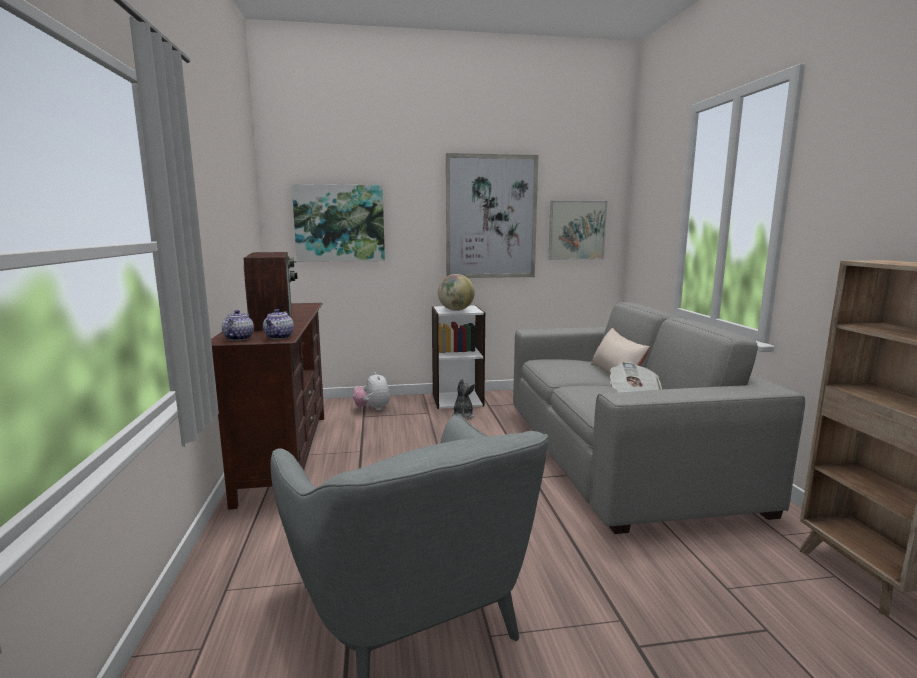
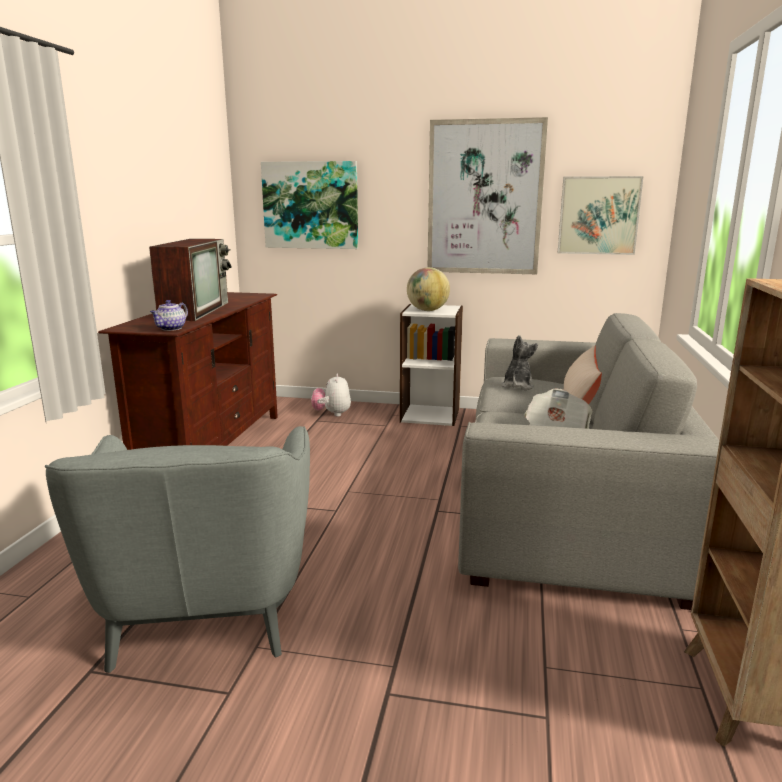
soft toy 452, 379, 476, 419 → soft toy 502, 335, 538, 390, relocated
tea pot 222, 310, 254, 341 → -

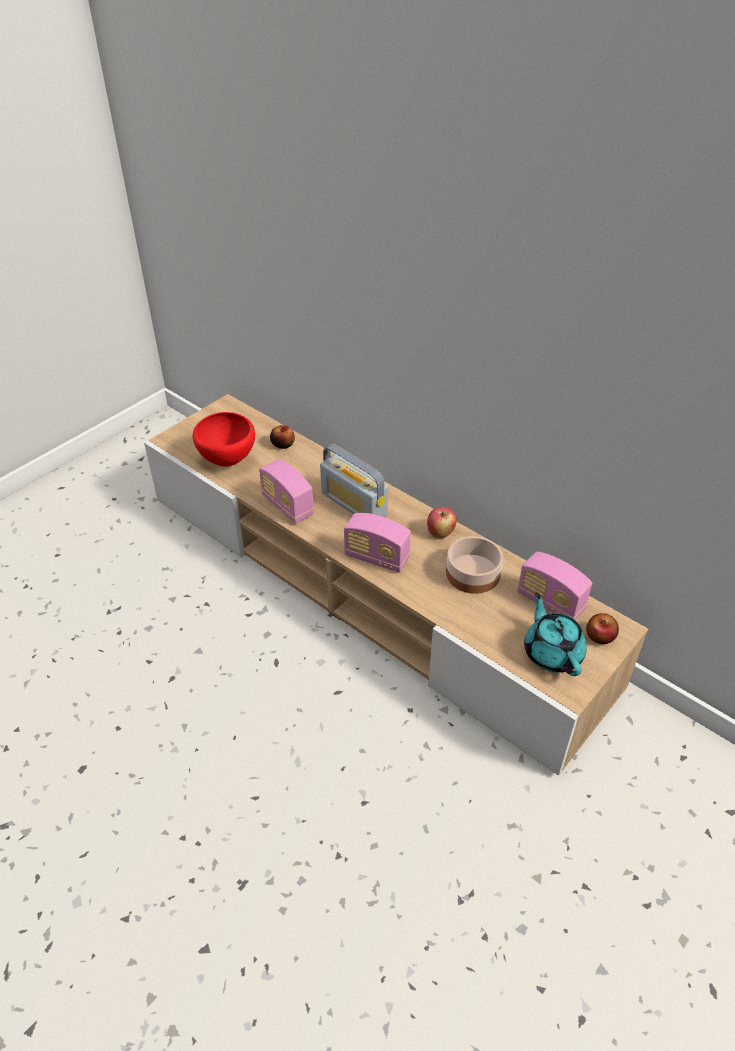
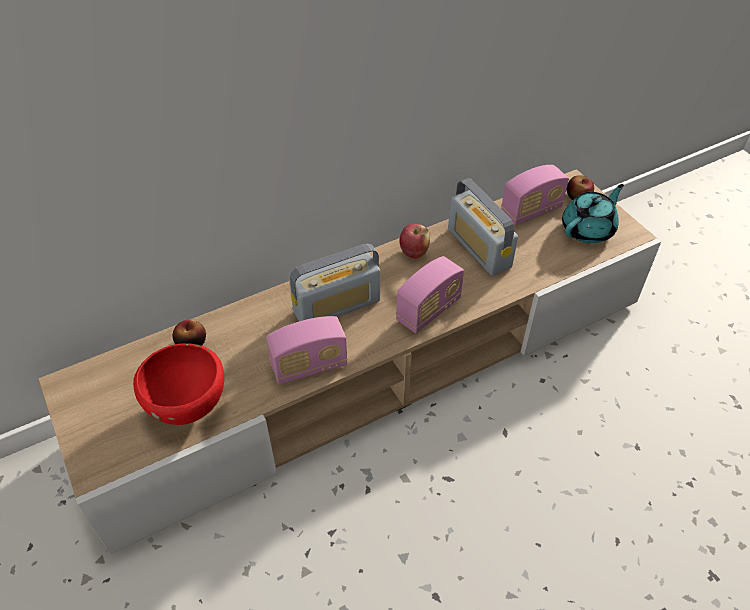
deep dish 446, 536, 503, 594 → radio receiver 448, 178, 518, 276
tea pot (turquoise-coloured) 524, 592, 587, 676 → tea pot (turquoise-coloured) 562, 184, 624, 243, 135 degrees clockwise

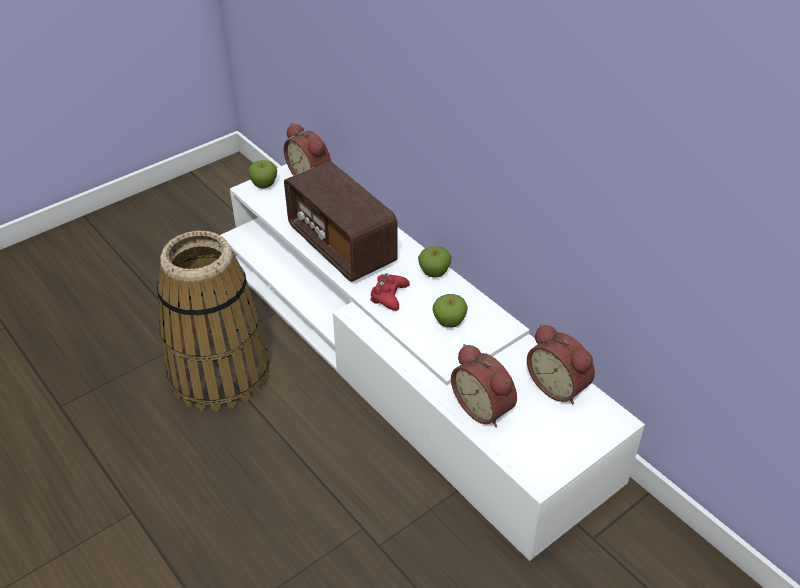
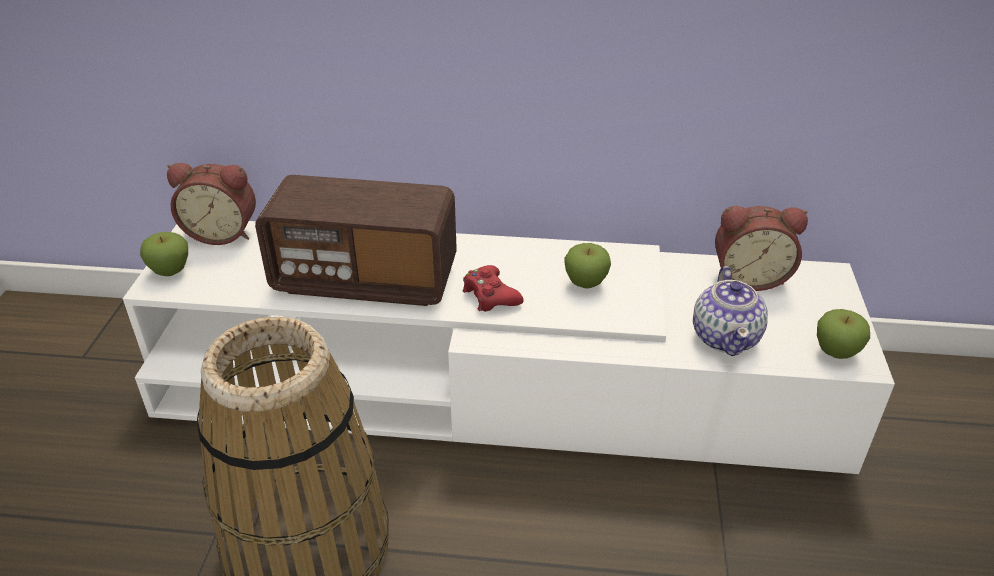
alarm clock 451, 344, 517, 427 → tea pot 693, 266, 768, 356
whole apple 418, 246, 451, 278 → whole apple 817, 309, 870, 359, relocated

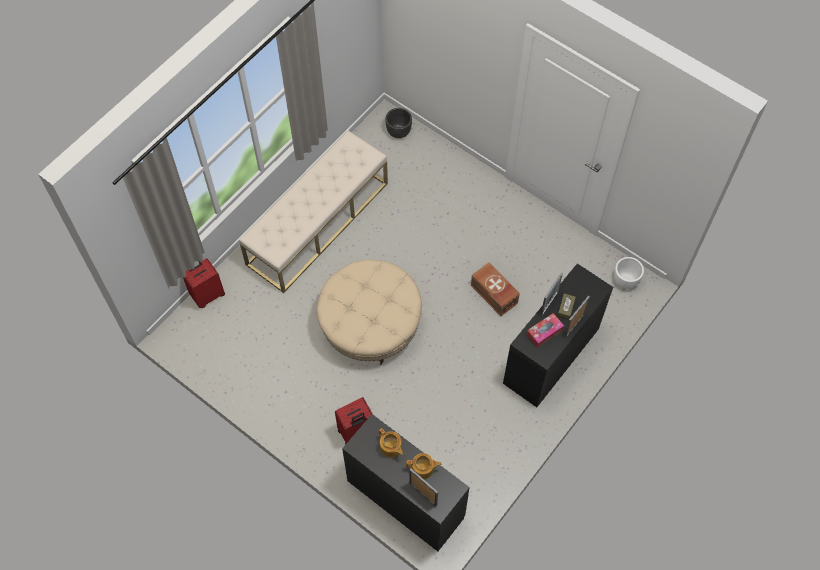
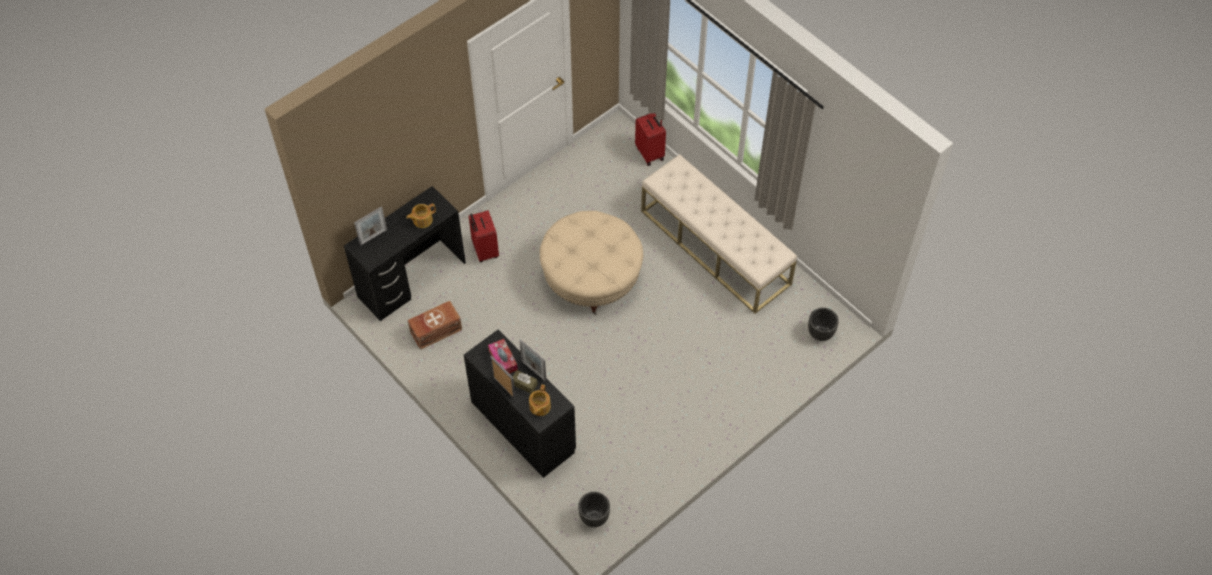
storage bin (brownish) 471, 262, 520, 316 → storage bin (brownish) 408, 301, 462, 350, relocated
tea pot 406, 453, 441, 479 → tea pot 529, 385, 551, 416, relocated
flower pot (white-coloured) 614, 257, 644, 289 → flower pot (black) 578, 492, 610, 527

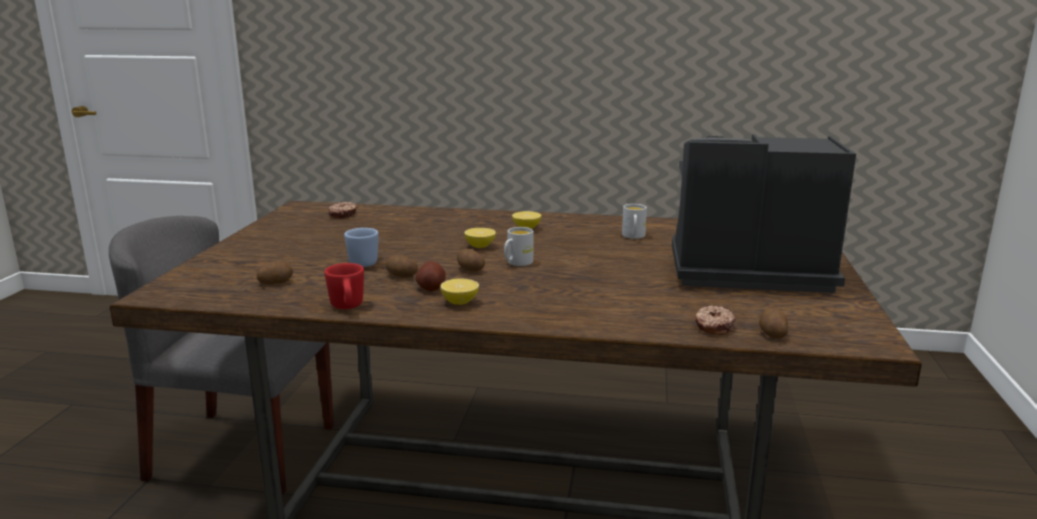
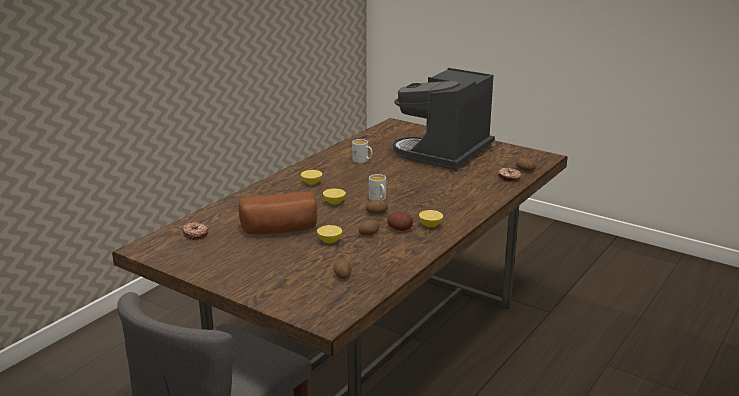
- → bakery bread 239, 192, 317, 234
coffee mug (blue) 344, 228, 379, 267 → citrus fruit 317, 225, 342, 243
coffee mug (reddish) 324, 263, 364, 309 → -

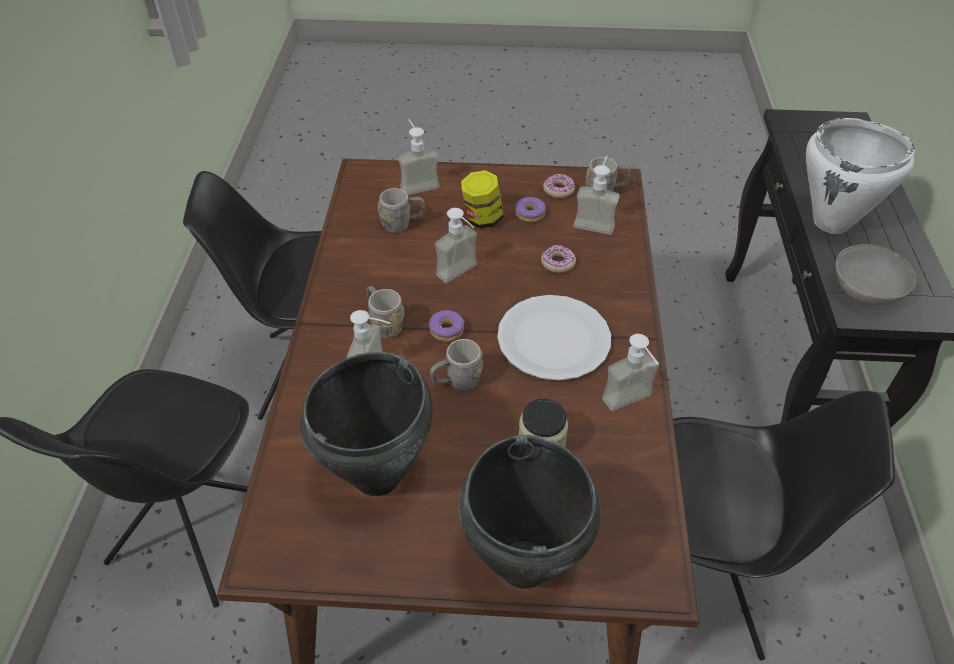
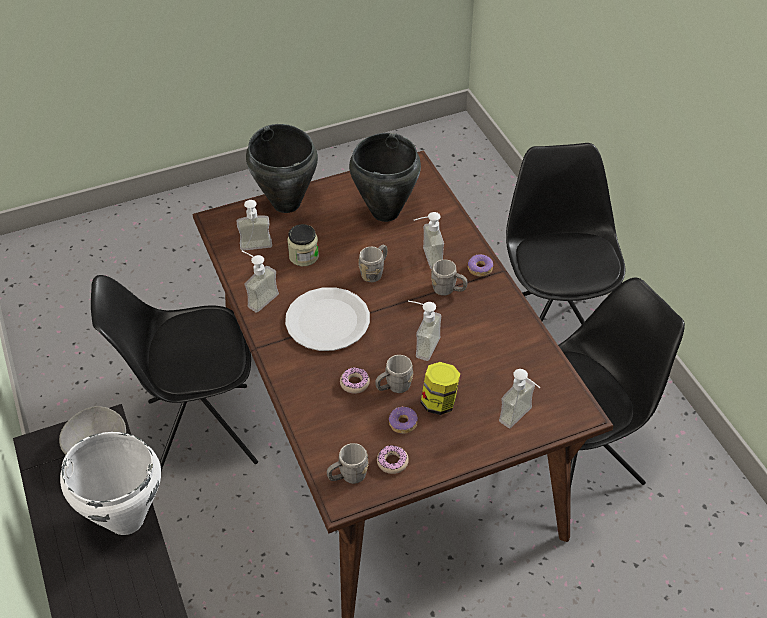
soap bottle 573, 156, 619, 235 → soap bottle 237, 200, 272, 251, relocated
coffee mug (gray) 378, 188, 425, 233 → coffee mug (gray) 375, 355, 413, 393, relocated
doughnut 429, 310, 465, 342 → doughnut 468, 254, 493, 277, relocated

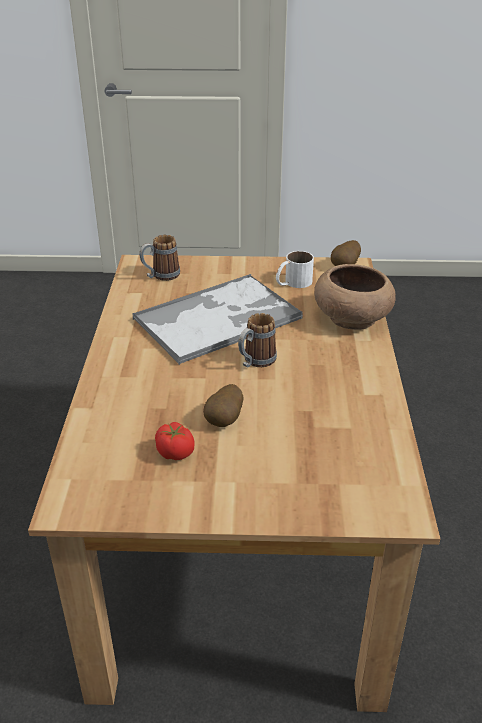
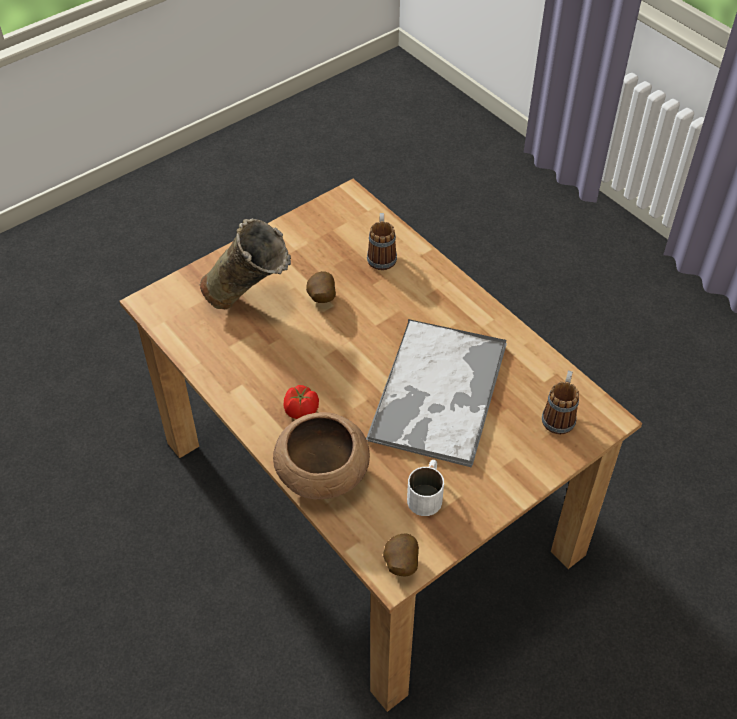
- → decorative vase (beige) 200, 218, 291, 309
whole tomato 155, 422, 195, 460 → whole tomato 284, 385, 319, 419, relocated
coffee mug 238, 313, 277, 367 → coffee mug 367, 213, 397, 270, relocated

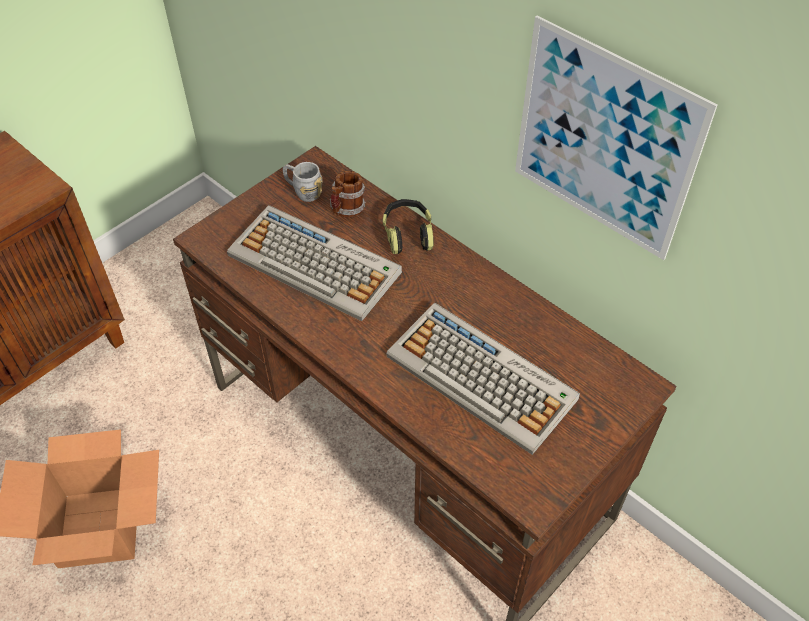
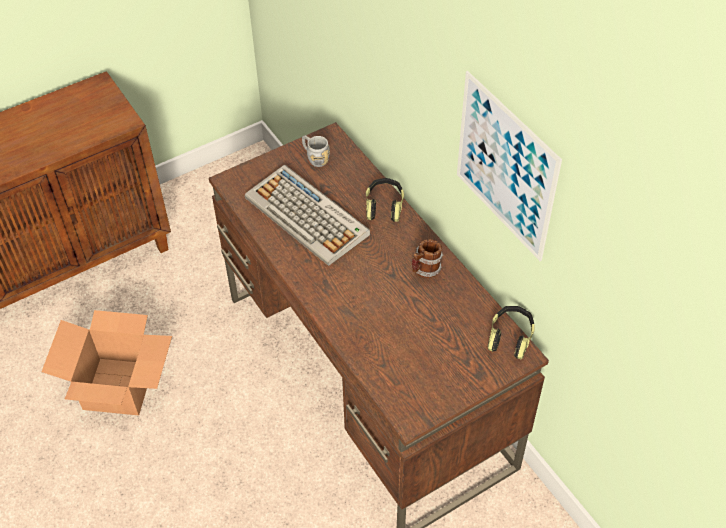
coffee mug 330, 171, 366, 217 → coffee mug 412, 239, 443, 278, relocated
- → headset 488, 306, 535, 359
computer keyboard 386, 303, 580, 455 → -

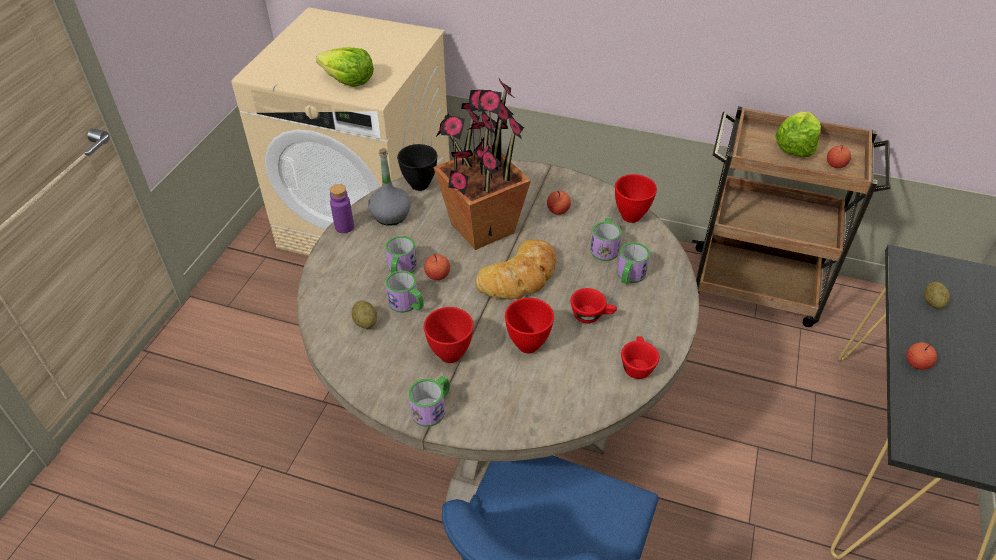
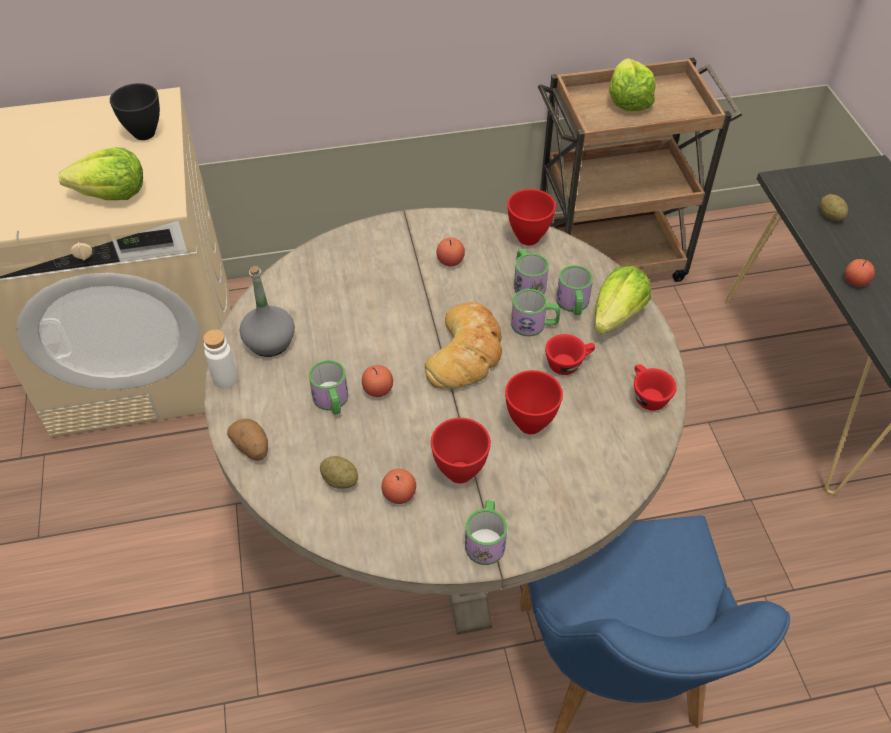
deep dish (black) 397, 144, 437, 191 → deep dish (black) 110, 83, 160, 140, relocated
beverage bottle (purplish) 330, 184, 354, 233 → beverage bottle (white-coloured) 203, 329, 238, 388
- → potato 227, 419, 268, 461
whole apple 827, 146, 851, 168 → whole apple 381, 469, 416, 504, relocated
coffee mug 386, 270, 424, 313 → coffee mug 511, 289, 560, 337, relocated
- → lettuce head 594, 266, 651, 334
plant in a pot 433, 77, 531, 250 → -

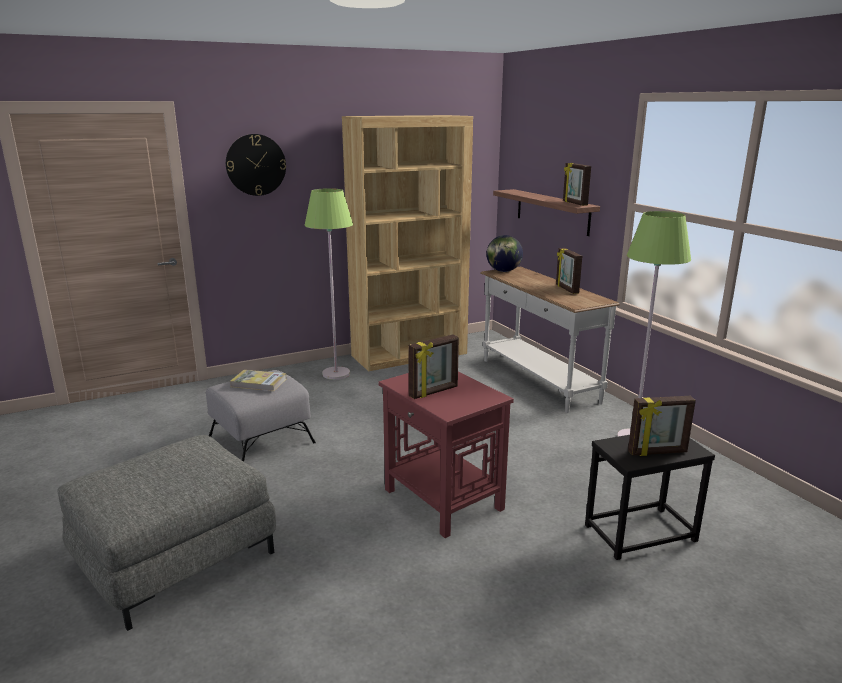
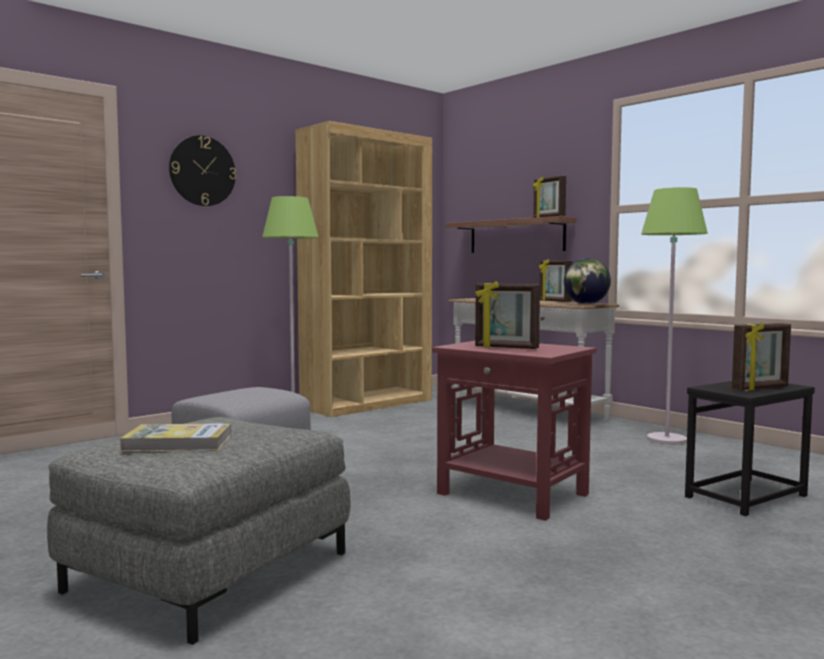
volume 230, 370, 286, 391 → volume 120, 423, 231, 452, relocated
standing frame 408, 334, 459, 399 → standing frame 475, 281, 540, 349, 75 degrees clockwise
globe 486, 235, 523, 272 → globe 564, 258, 611, 304, relocated

